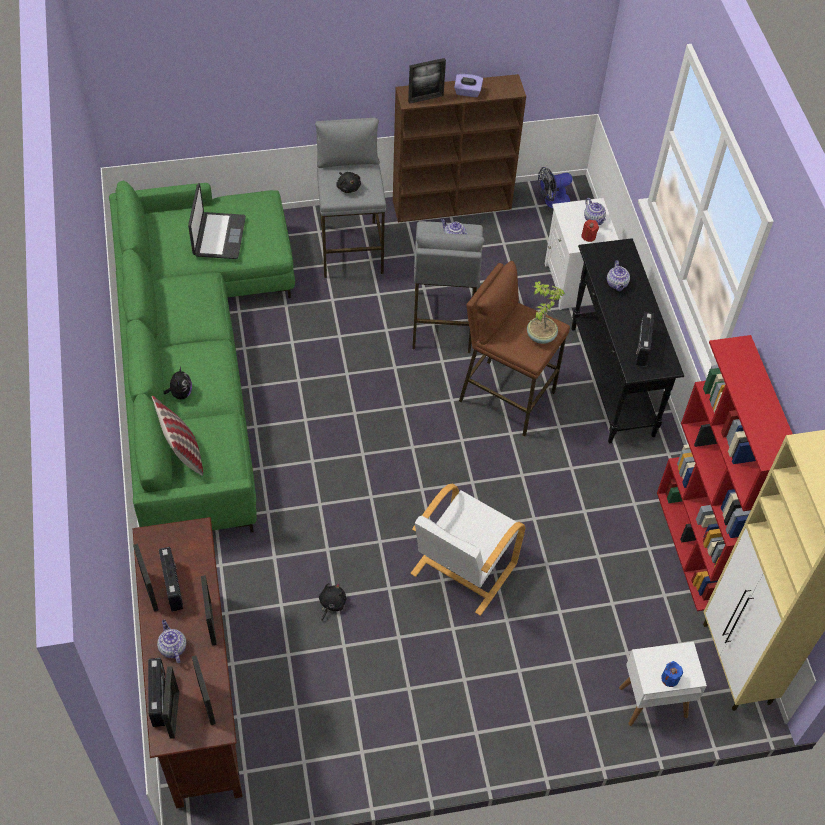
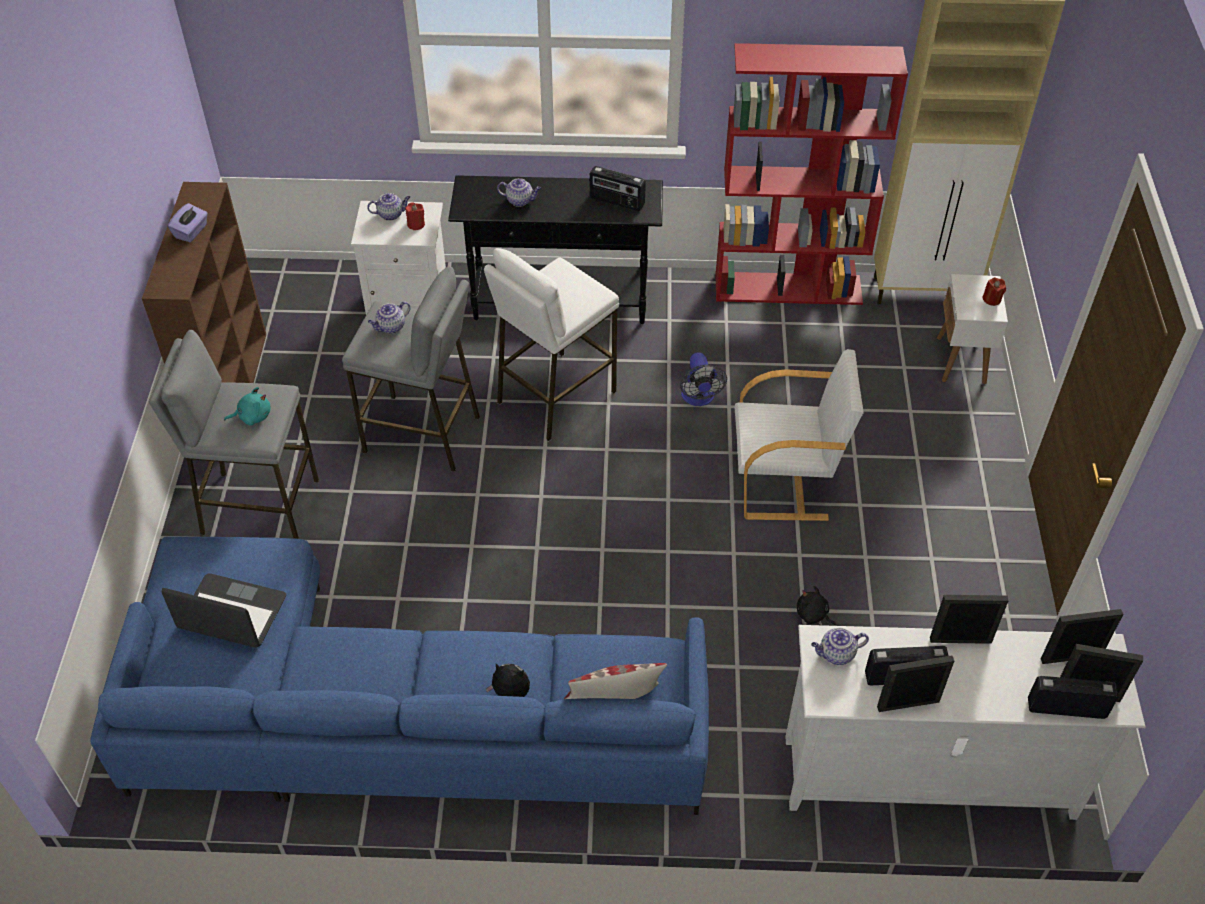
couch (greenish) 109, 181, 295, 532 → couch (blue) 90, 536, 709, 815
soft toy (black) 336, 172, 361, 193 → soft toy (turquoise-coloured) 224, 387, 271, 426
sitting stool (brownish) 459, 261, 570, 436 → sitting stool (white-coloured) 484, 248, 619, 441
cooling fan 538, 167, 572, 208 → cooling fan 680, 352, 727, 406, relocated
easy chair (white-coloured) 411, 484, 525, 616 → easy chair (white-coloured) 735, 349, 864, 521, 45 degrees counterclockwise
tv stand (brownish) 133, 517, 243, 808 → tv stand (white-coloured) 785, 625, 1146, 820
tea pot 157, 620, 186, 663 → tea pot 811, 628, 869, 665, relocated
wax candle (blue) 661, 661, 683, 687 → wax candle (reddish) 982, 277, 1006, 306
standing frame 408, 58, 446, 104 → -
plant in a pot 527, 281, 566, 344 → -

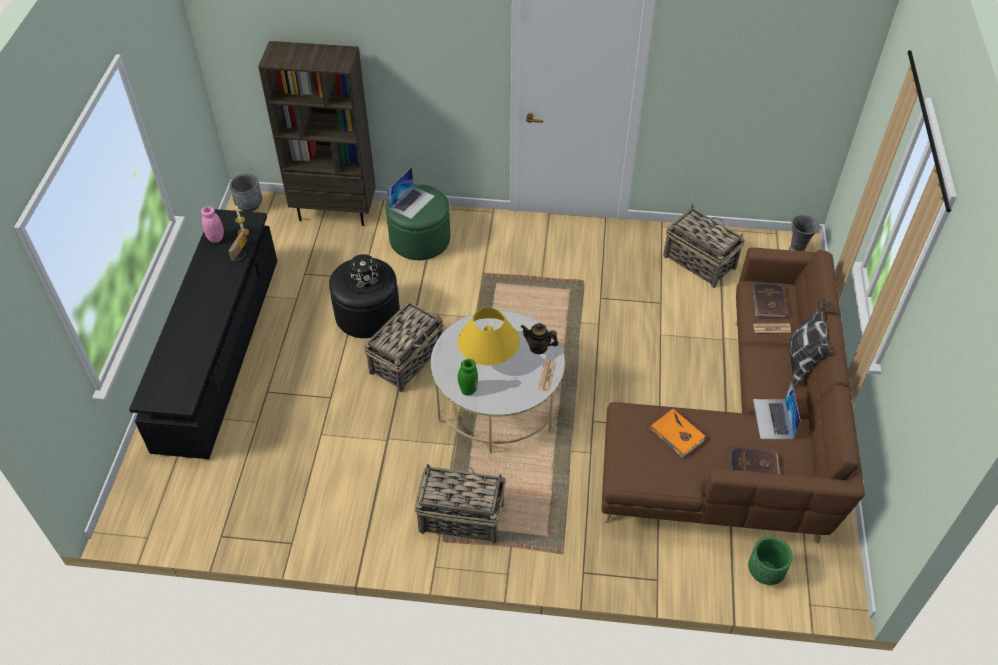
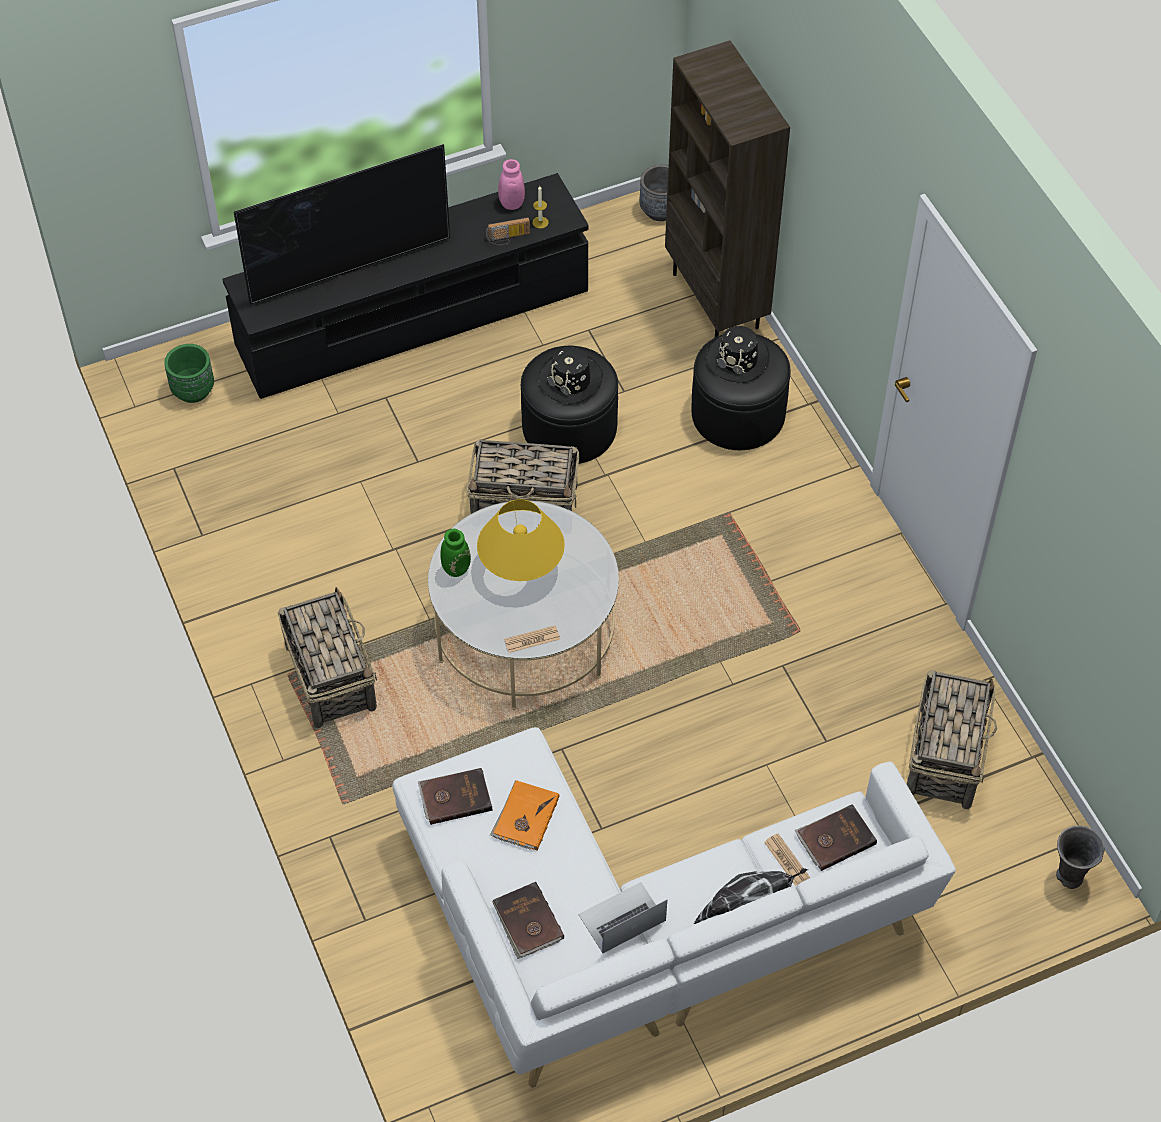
flower pot (greenish) 748, 537, 793, 585 → flower pot (greenish) 164, 344, 214, 403, relocated
- → TV set 234, 144, 450, 305
couch (brownish) 601, 248, 865, 543 → couch (white-coloured) 392, 727, 956, 1087
- → volume (brownish) 418, 768, 492, 825
footrest (greenish) 386, 184, 450, 260 → footrest (black) 691, 334, 790, 450
laptop 387, 167, 434, 219 → hat (black) 707, 326, 770, 383
tea pot 521, 323, 559, 354 → -

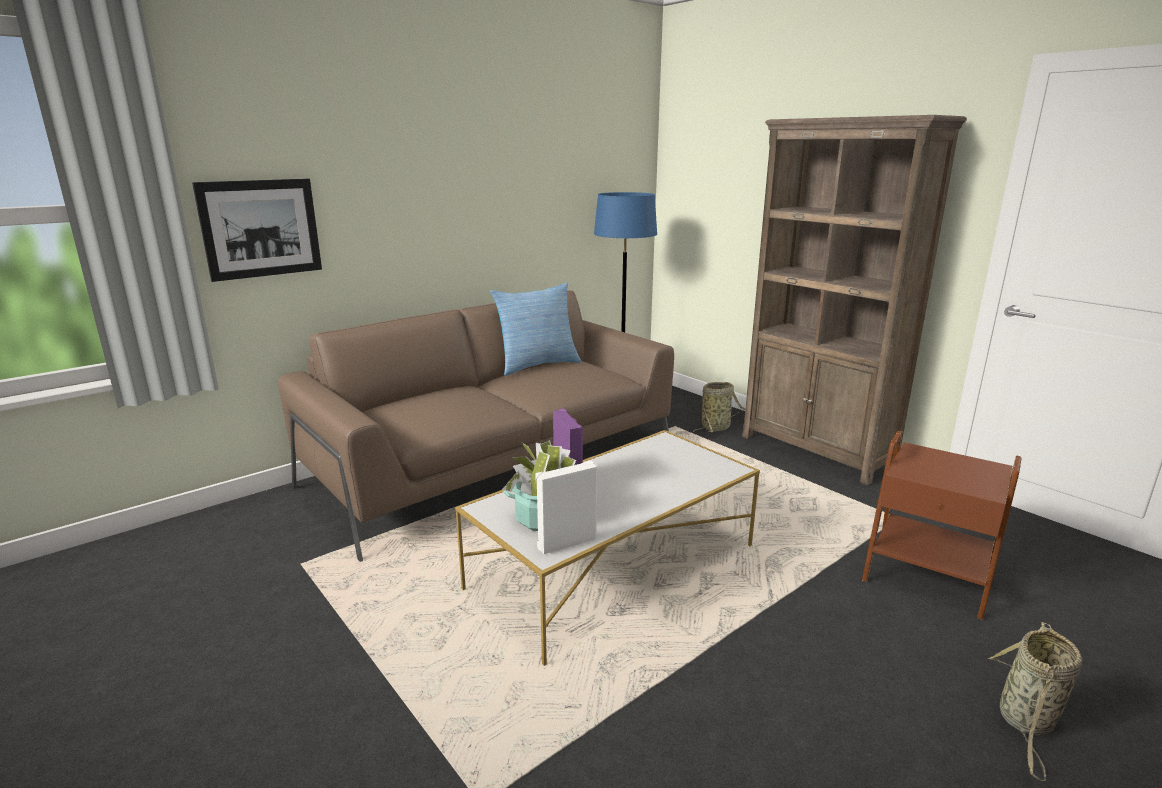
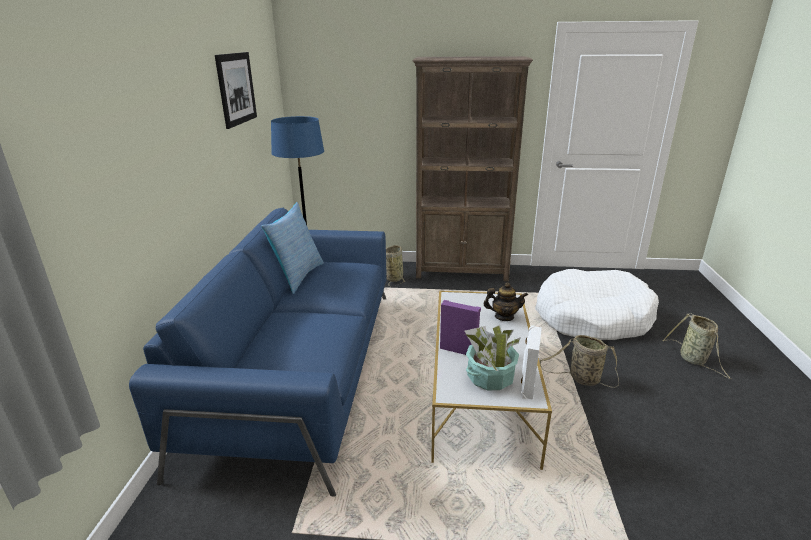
couch (brownish) 278, 290, 674, 562 → couch (blue) 129, 208, 387, 497
picture 192, 179, 322, 282 → picture 215, 52, 257, 129, relocated
- → tea pot 483, 282, 528, 321
end table (brownish) 862, 431, 1022, 620 → pet bed (white-coloured) 535, 269, 659, 340
- → storage basket 539, 335, 619, 388

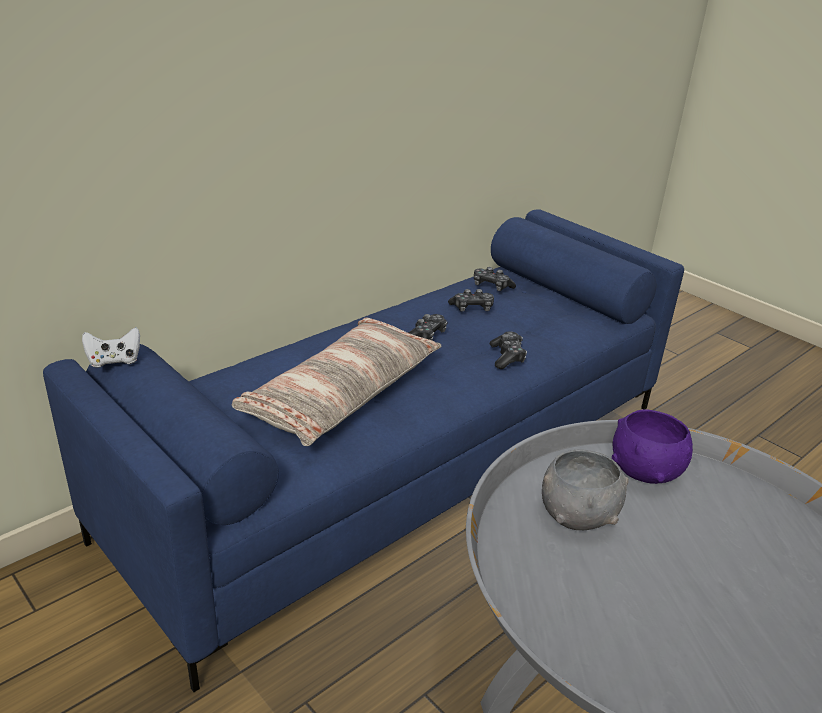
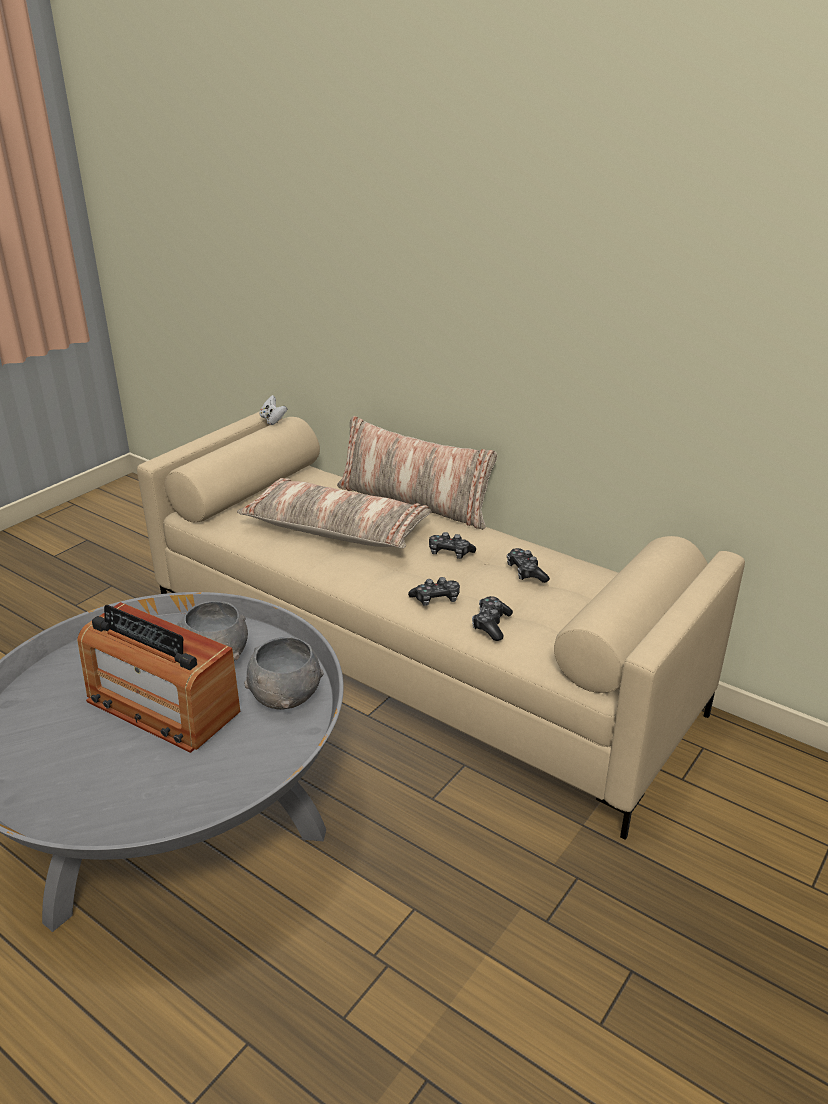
- → radio receiver 77, 602, 240, 753
couch (blue) 43, 209, 684, 692 → couch (beige) 137, 411, 745, 840
deep dish (purplish) 612, 409, 693, 484 → deep dish (gray) 244, 637, 324, 710
- → pillow 337, 416, 497, 530
joypad 474, 267, 516, 291 → joypad 472, 596, 513, 641, relocated

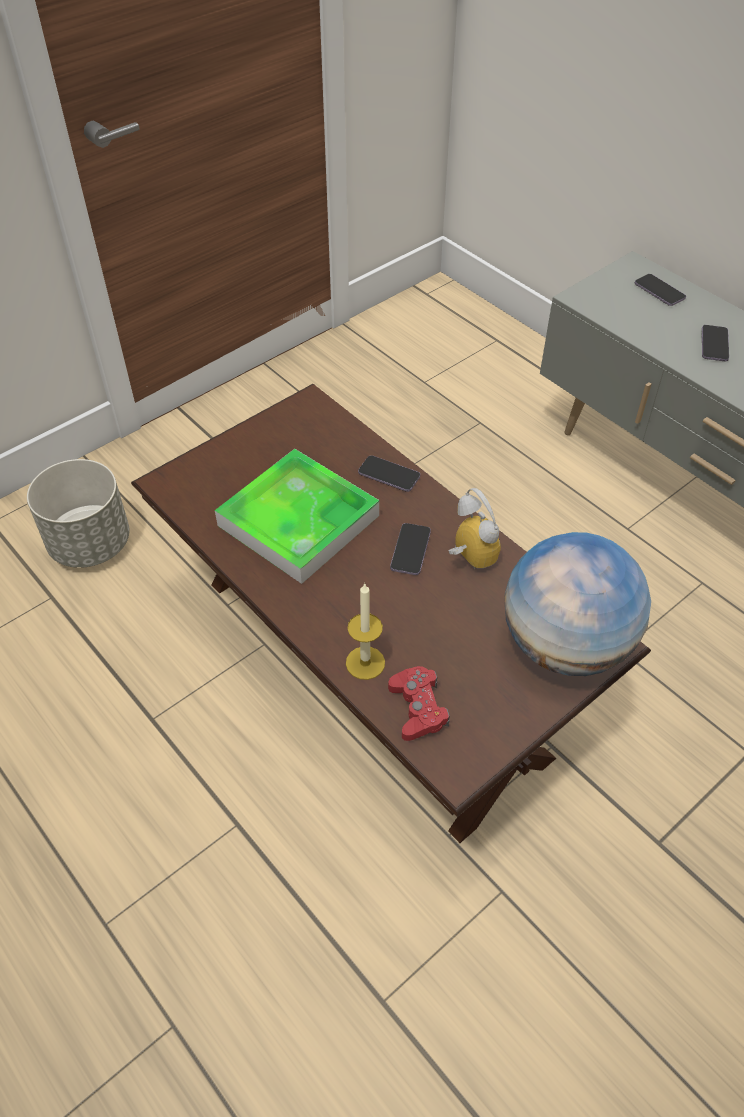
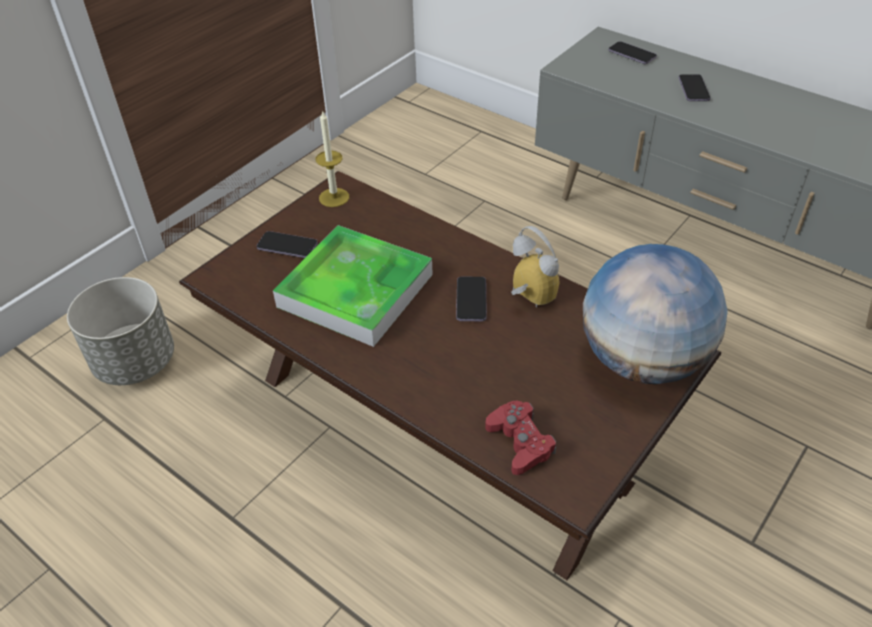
handset 358, 455, 420, 492 → handset 257, 231, 318, 258, relocated
wax candle 346, 583, 385, 680 → wax candle 316, 110, 349, 207, relocated

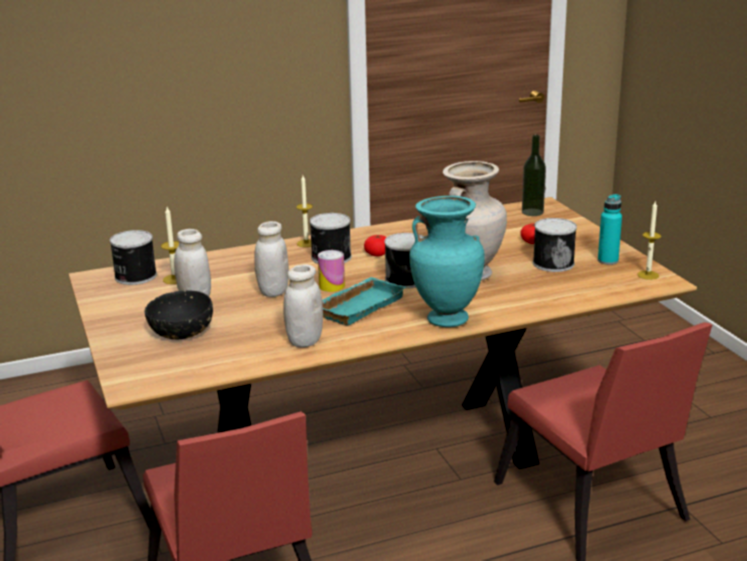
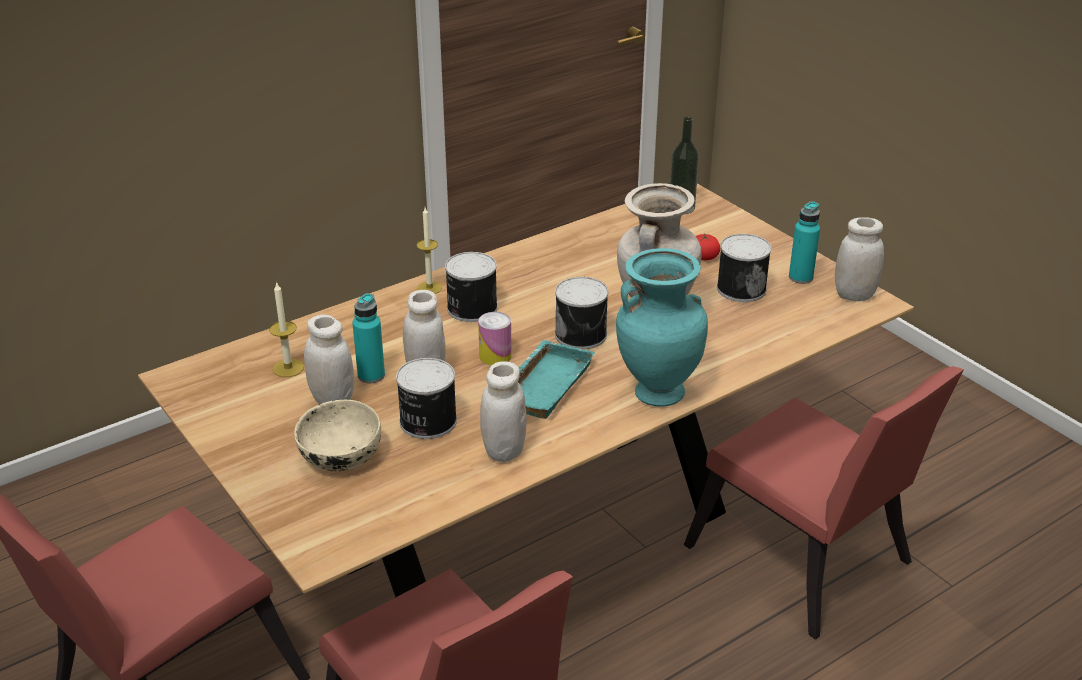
deep dish (black) 145, 290, 213, 339 → deep dish (beige) 294, 400, 381, 472
- → beverage bottle (turquoise-coloured) 352, 293, 385, 383
metal can 110, 230, 157, 285 → metal can 396, 358, 457, 439, relocated
wax candle 638, 200, 661, 280 → storage jar (white-coloured) 835, 218, 884, 301
whole tomato 364, 235, 387, 256 → -

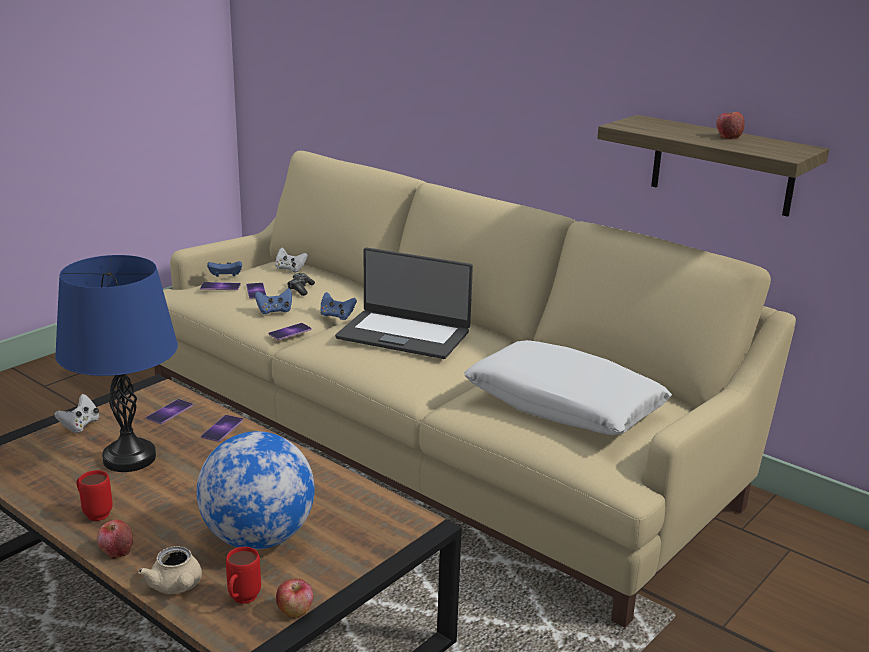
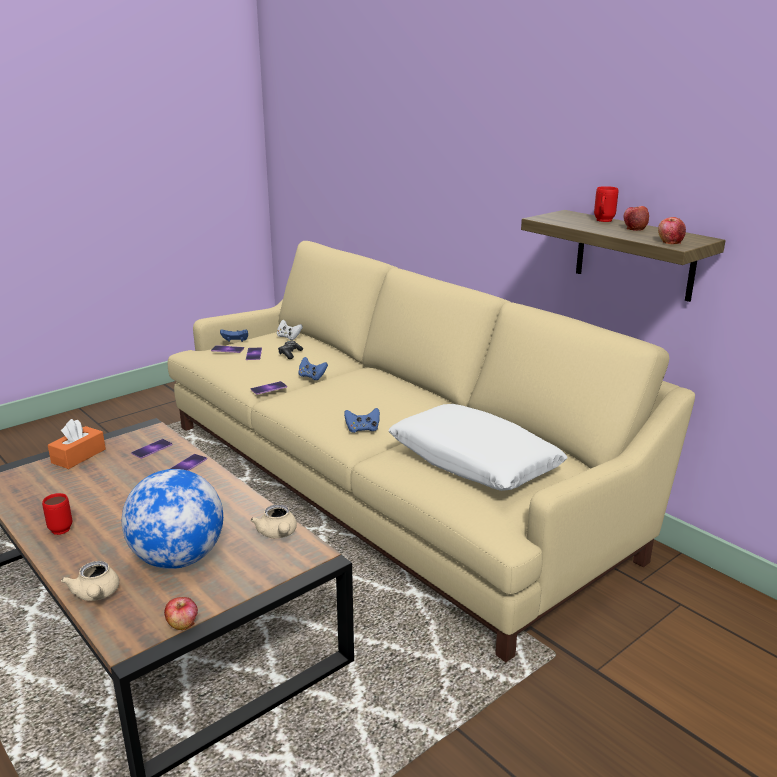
joypad (white-coloured) 54, 394, 99, 433 → tissue box (orangey) 48, 419, 106, 469
- → tea pot (beige) 250, 504, 297, 538
joypad (blue) 255, 288, 292, 314 → joypad (blue) 344, 408, 380, 433, relocated
coffee mug (reddish) 226, 547, 261, 604 → coffee mug (reddish) 594, 186, 618, 222, relocated
whole apple 97, 520, 133, 559 → whole apple 658, 217, 686, 244, relocated
tabletop lamp (blue) 55, 255, 178, 472 → -
laptop 335, 248, 473, 359 → -

